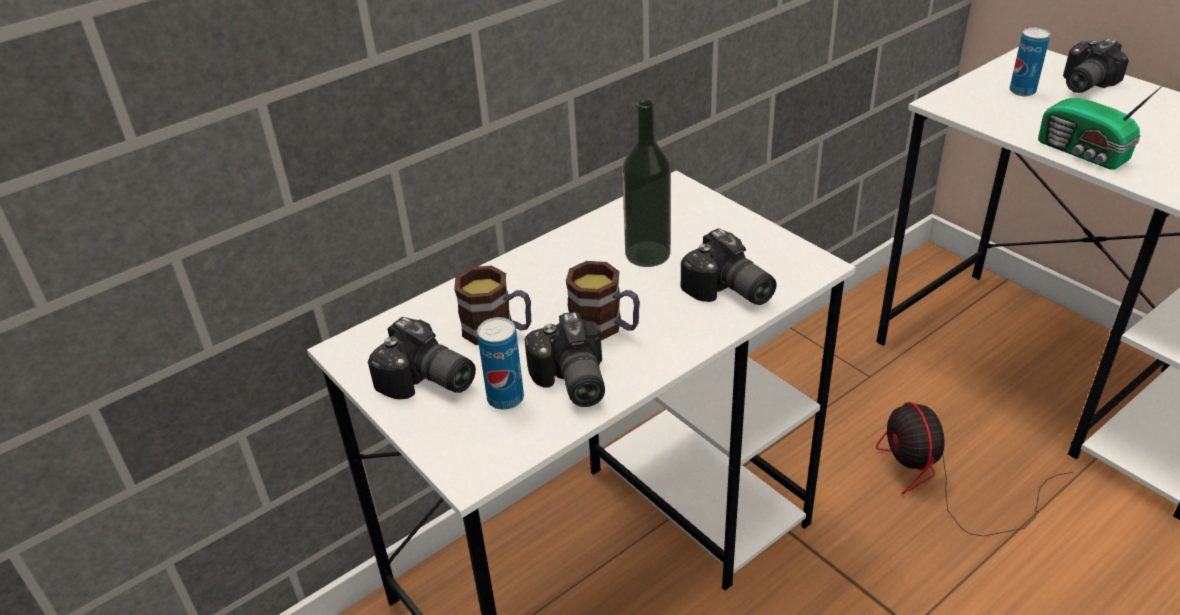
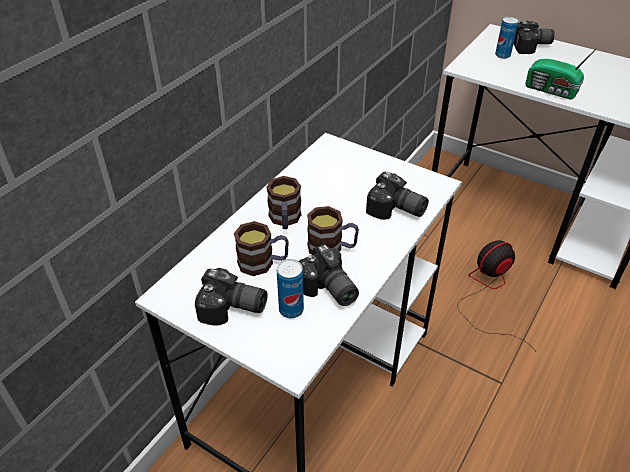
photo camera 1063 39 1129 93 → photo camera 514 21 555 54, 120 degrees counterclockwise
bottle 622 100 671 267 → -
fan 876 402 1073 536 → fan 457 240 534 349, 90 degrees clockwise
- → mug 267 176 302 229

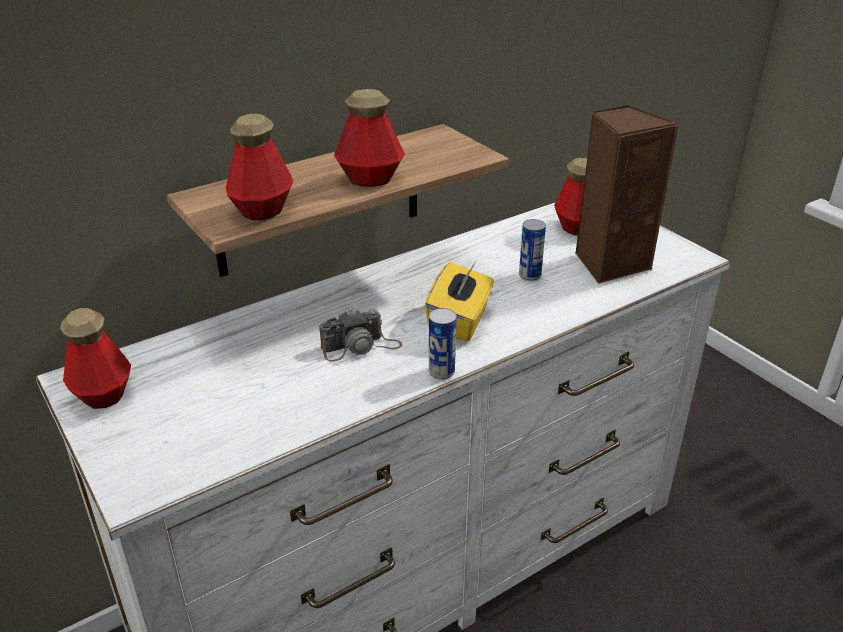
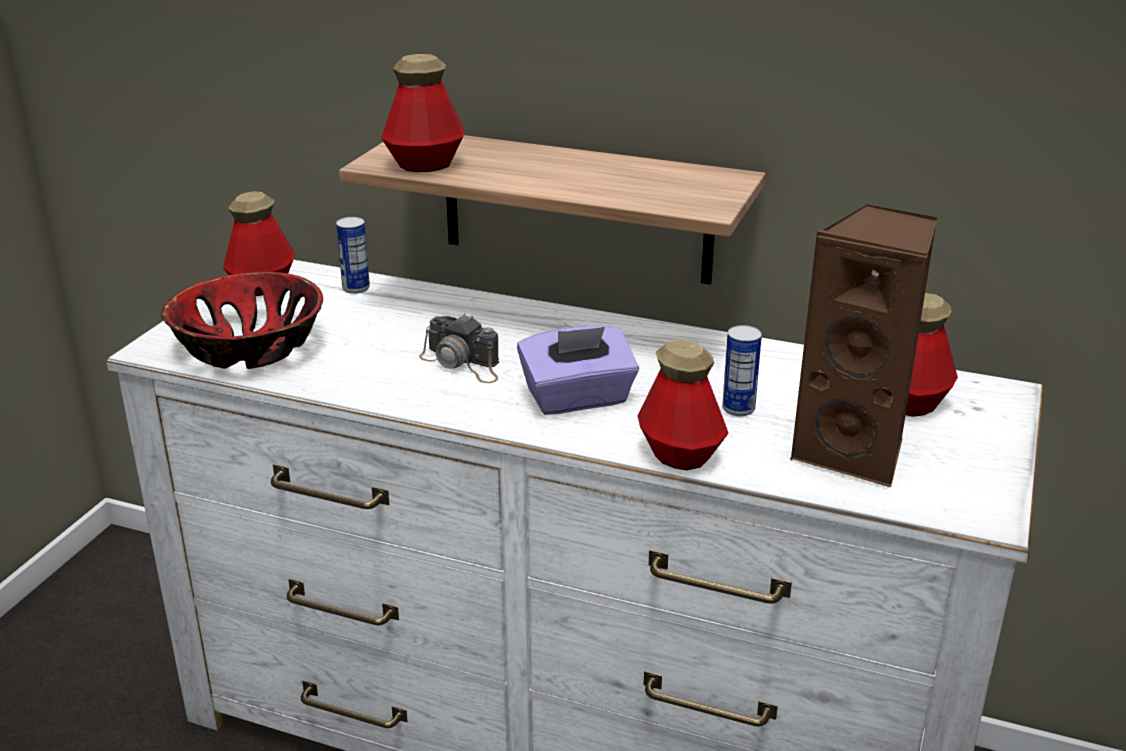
bottle 334 89 405 187 → bottle 637 339 729 470, move
yellow tissue box 425 262 494 341 → purple tissue box 517 325 639 415
can 429 308 456 380 → can 336 217 370 294, move
- → bowl 161 272 323 369

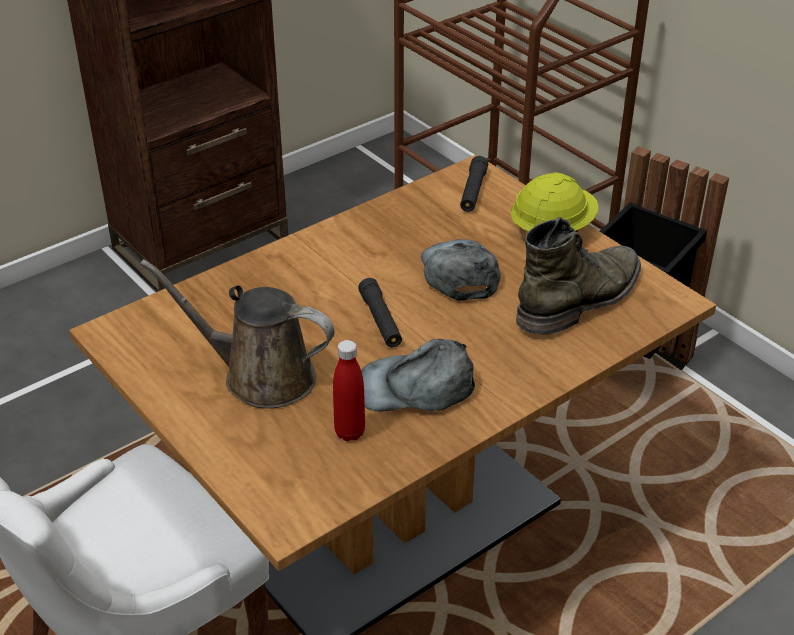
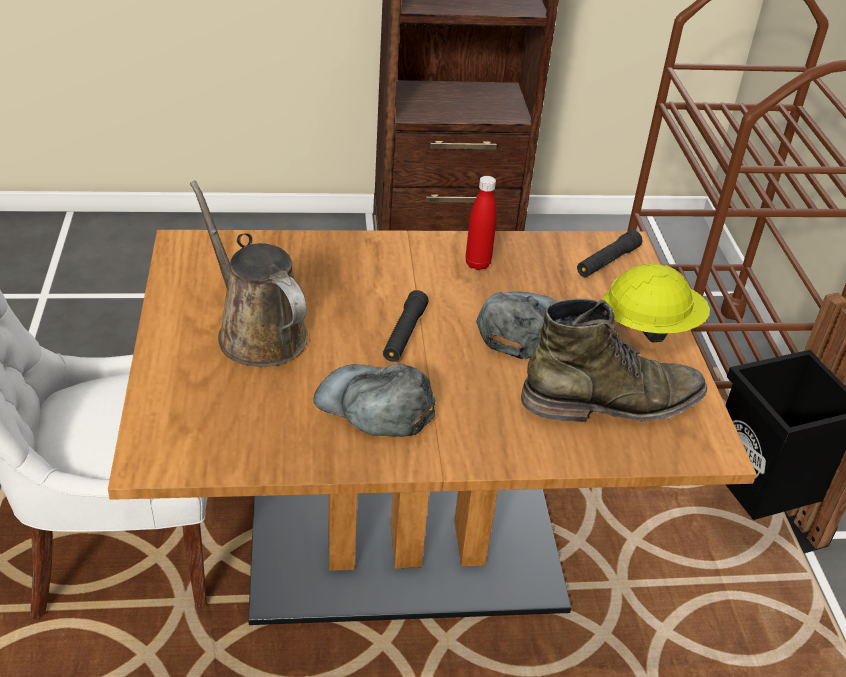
red bottle 333 340 365 441 → red bottle 466 176 497 270, move

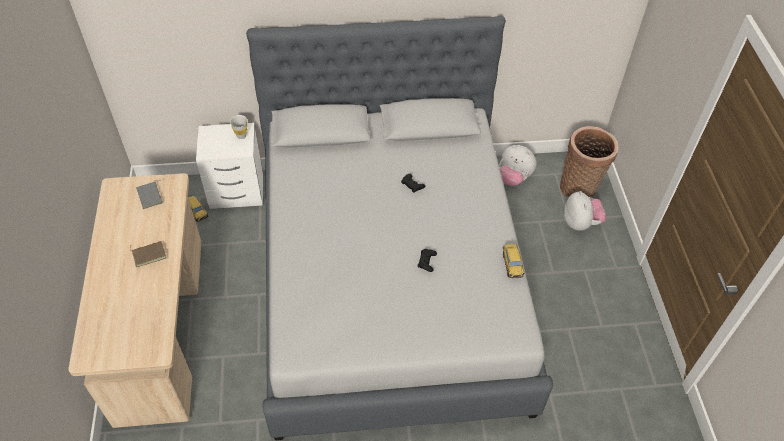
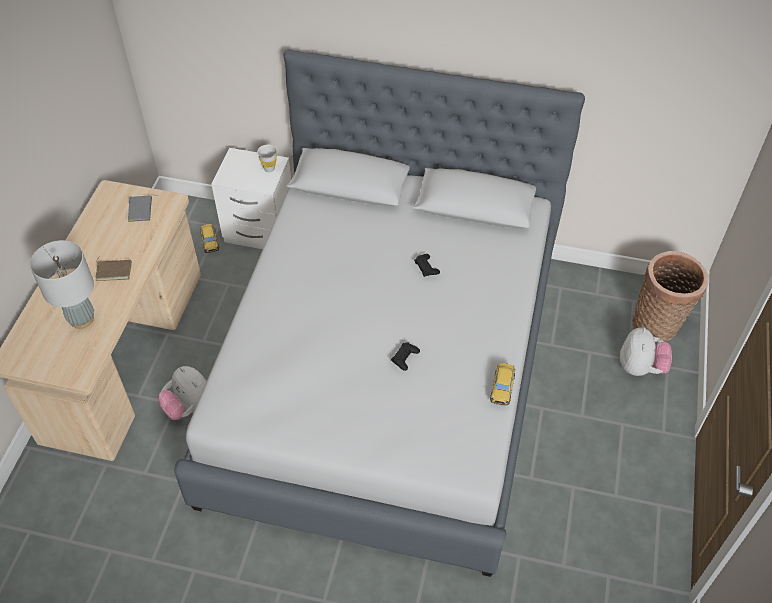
plush toy 499 145 537 186 → plush toy 158 366 207 420, move
- → grey table lamp 30 240 94 329

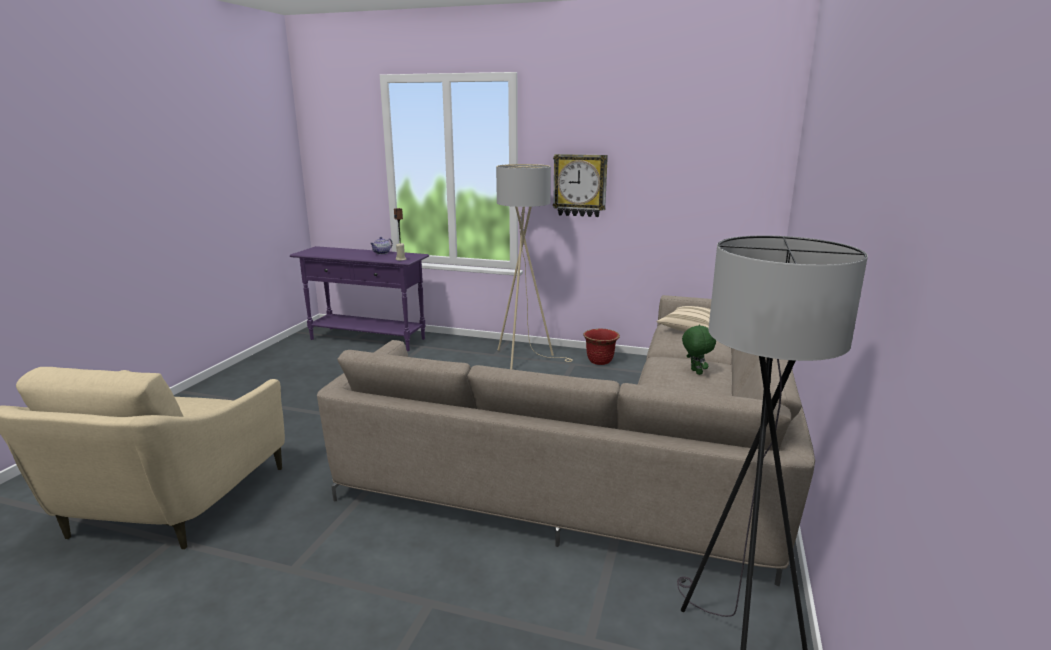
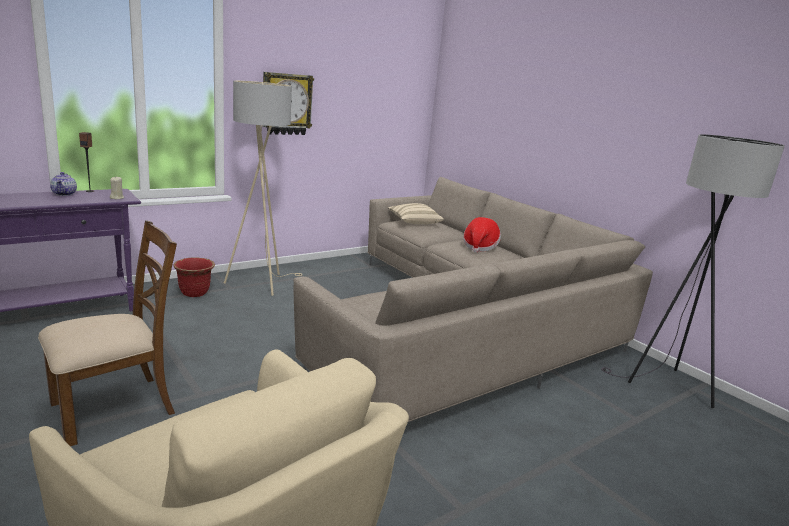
green plush toy 682 324 716 375 → hat 463 217 501 252
red planter 583 328 620 365 → red planter 173 257 215 297, move
- → brown chair 38 220 177 446

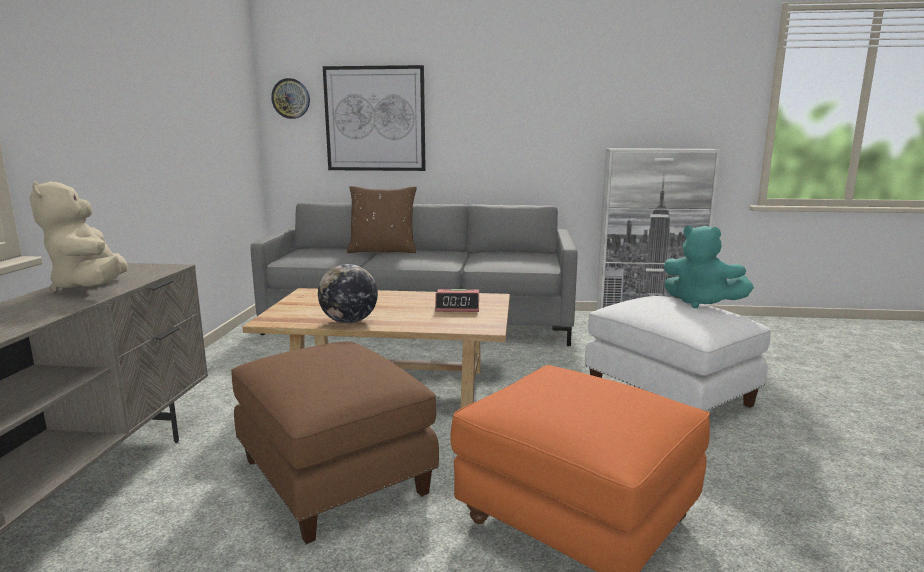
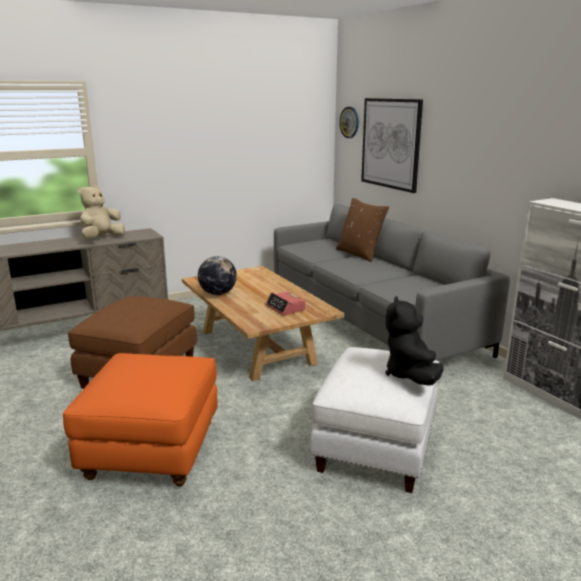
turquoise plush toy 664 226 754 308 → black plush toy 385 296 443 385

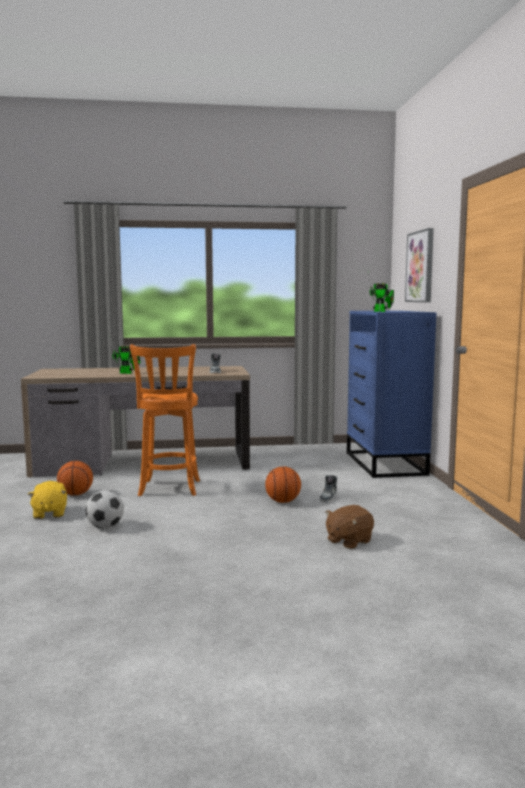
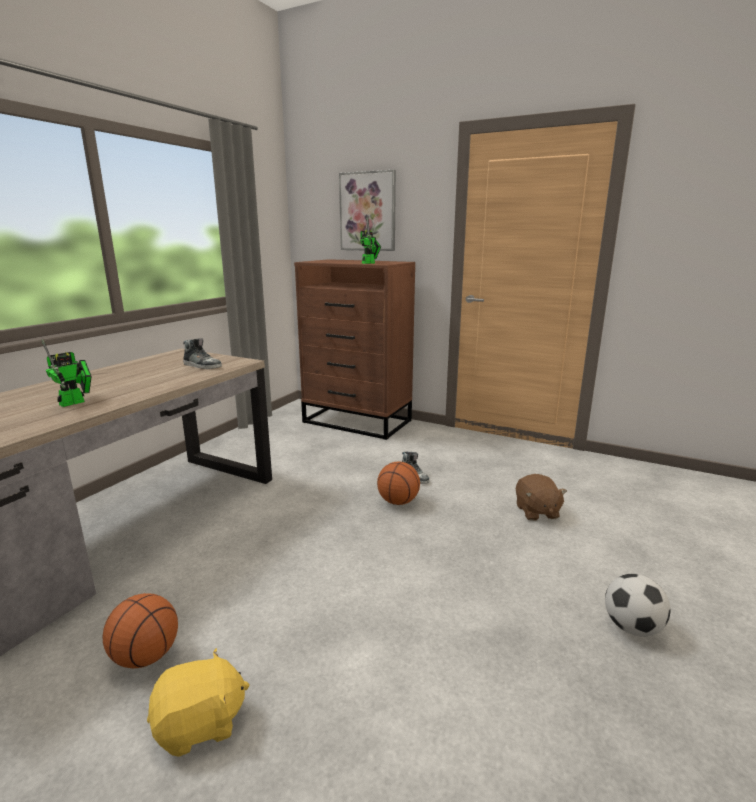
blue dresser 347 311 436 478 → brown dresser 294 259 415 440
orange stool 130 344 200 496 → -
yellow plush toy 28 481 67 519 → yellow plush toy 147 648 250 757, 45 degrees counterclockwise
football 85 491 124 528 → football 605 574 670 636, move

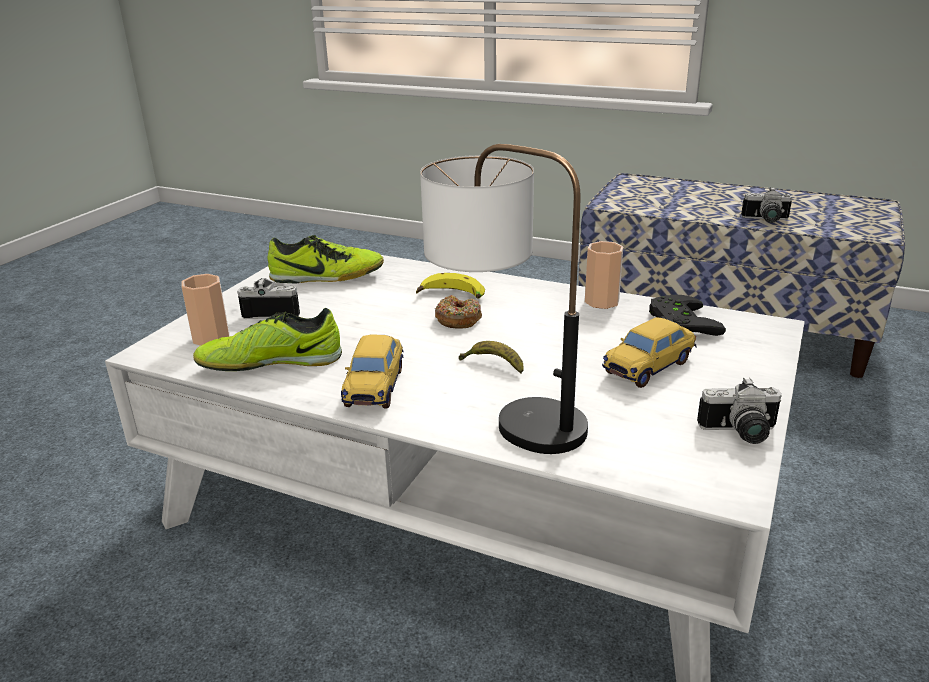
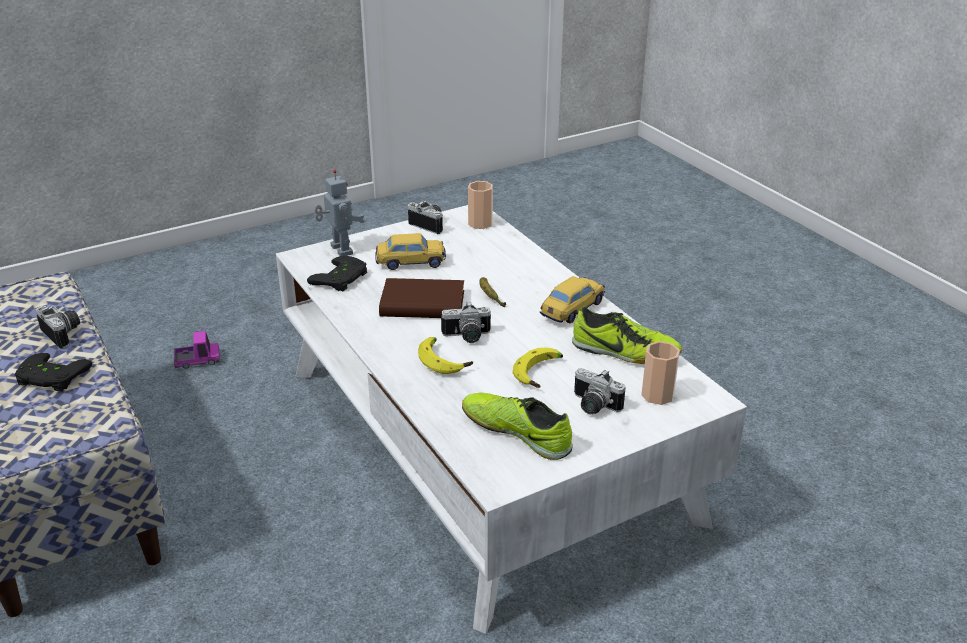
table lamp 420 144 588 454 → -
cup 585 241 623 309 → cup 468 181 493 229, move
donut 435 295 482 329 → photo camera 441 302 491 343
- → toy robot 315 170 365 256
- → brown book 379 278 464 318
- → toy truck 174 331 220 369
- → banana 513 348 563 388
- → black game controller 15 353 92 392

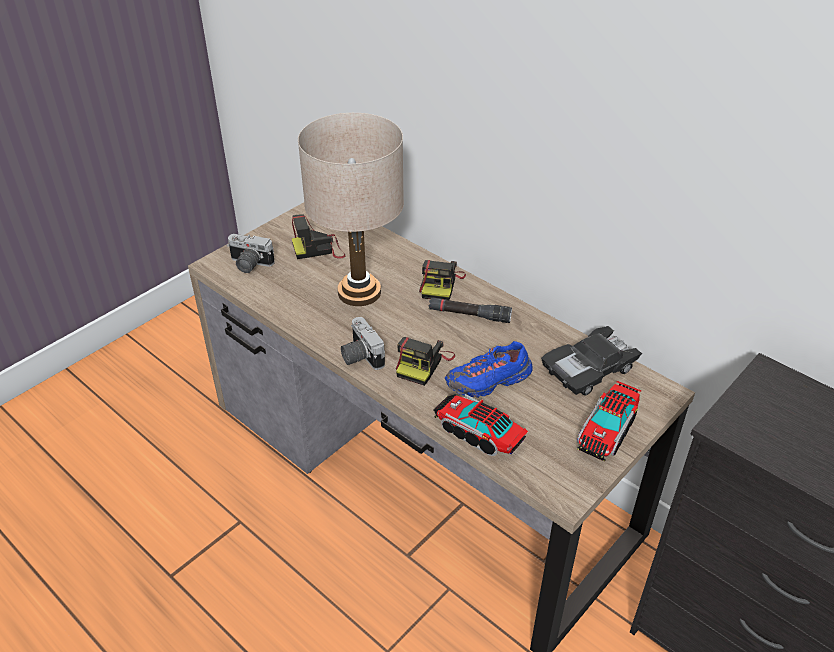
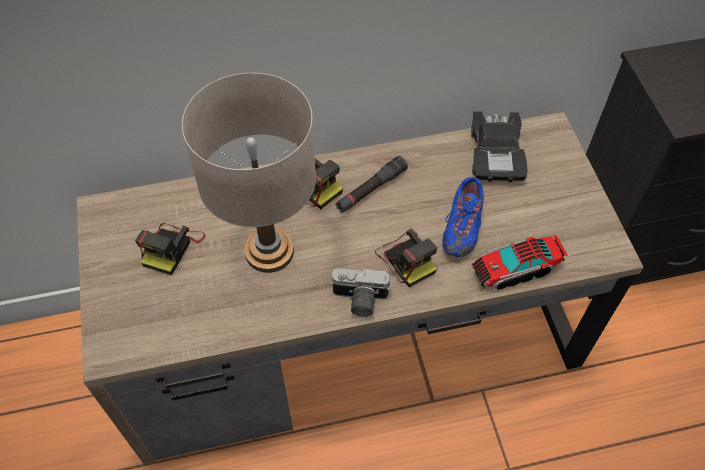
photo camera 227 234 275 273 → -
toy truck 577 381 642 462 → -

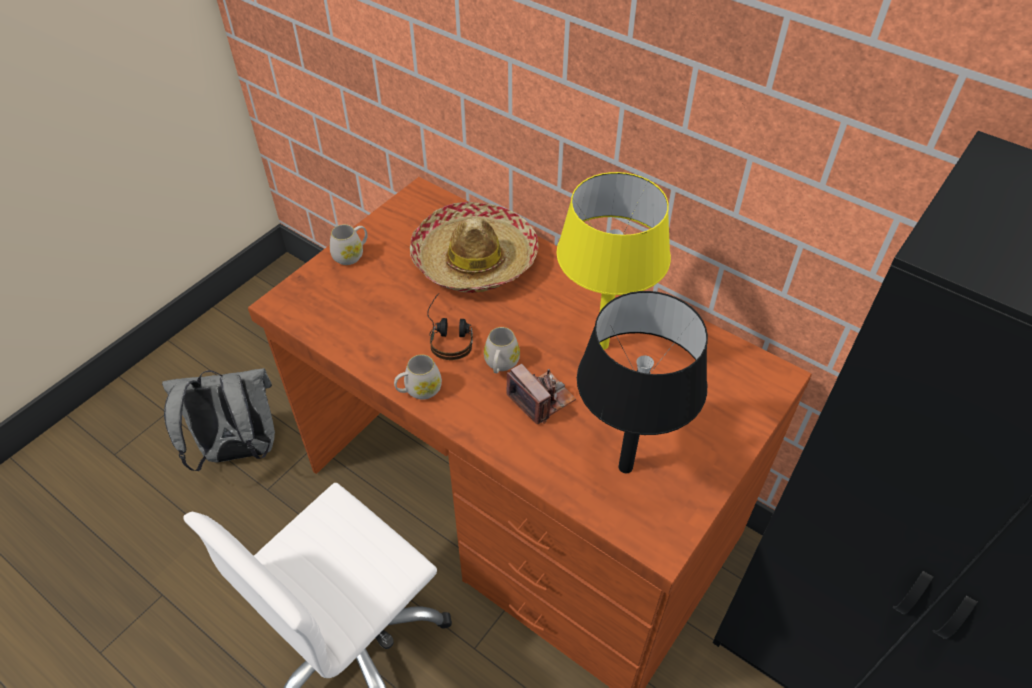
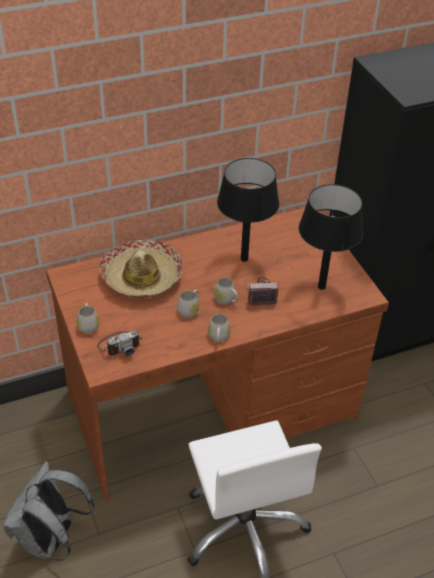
yellow table lamp 556 172 671 350 → black table lamp 217 158 279 262
headphones 427 293 473 360 → white mug 177 289 199 318
- → photo camera 97 331 142 356

